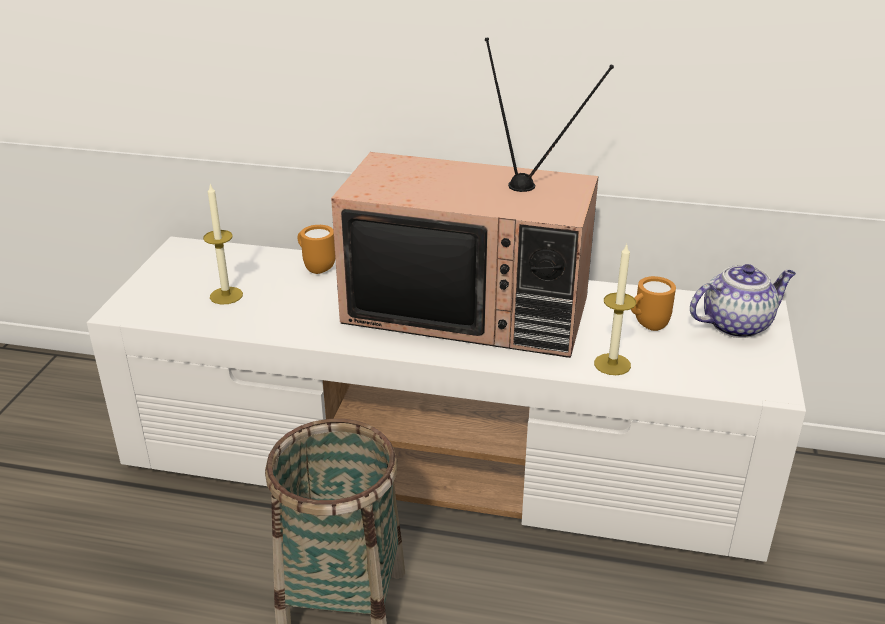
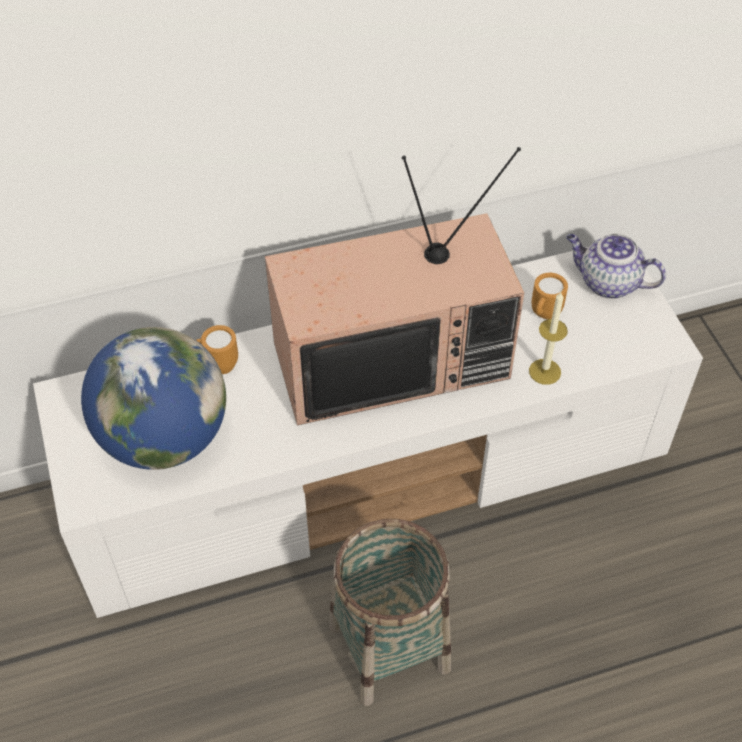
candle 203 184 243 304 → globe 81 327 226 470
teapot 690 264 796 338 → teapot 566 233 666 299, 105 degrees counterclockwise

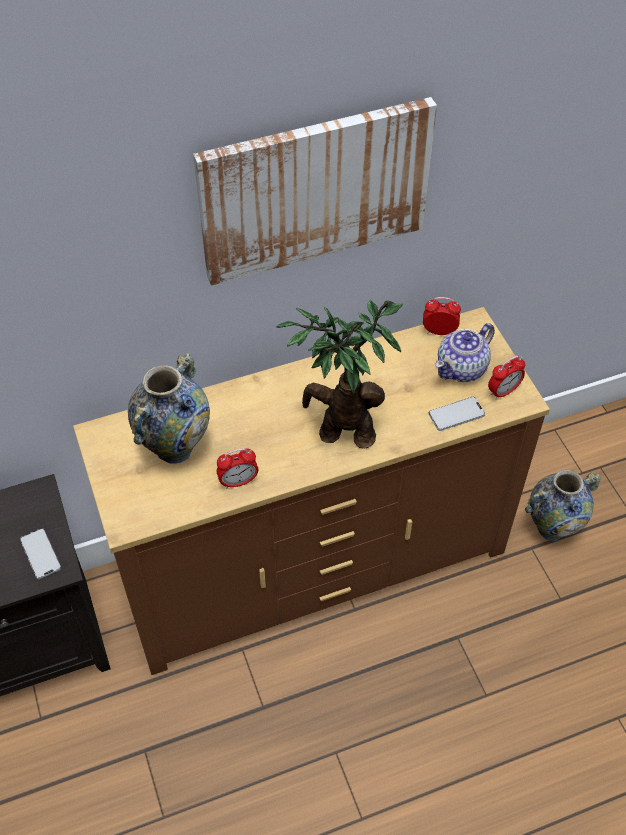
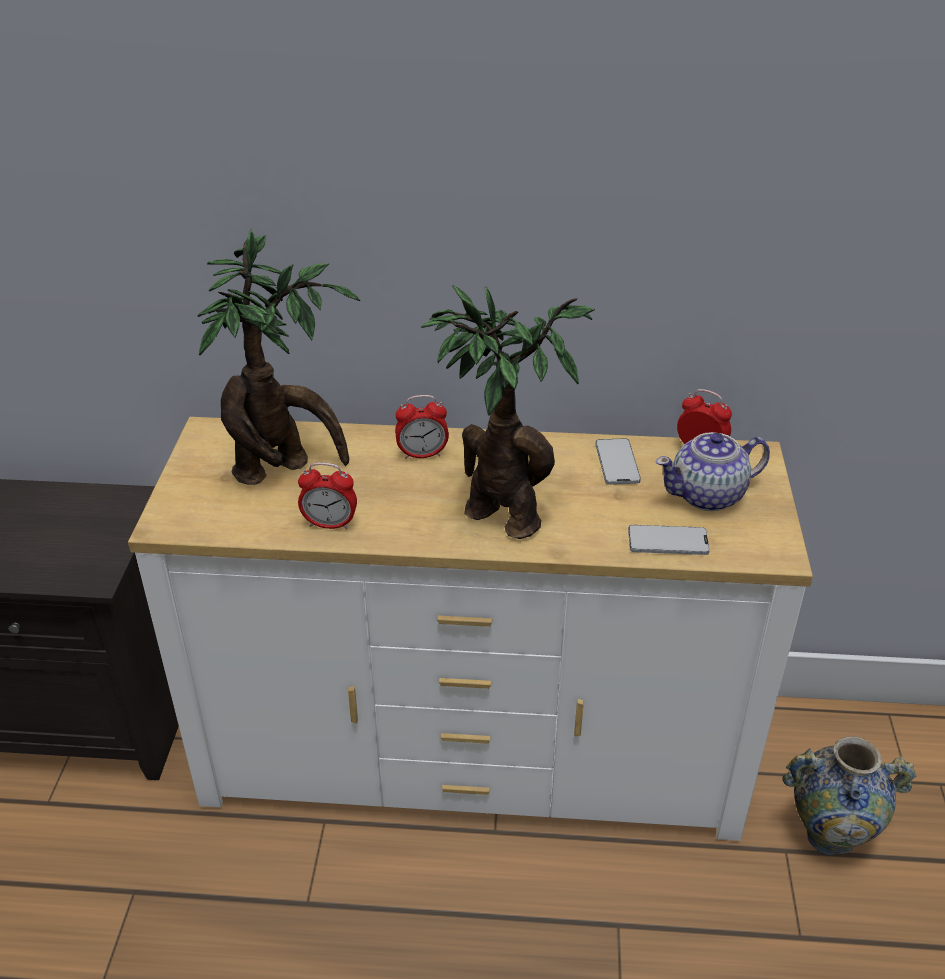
picture 193 97 437 286 → -
brown dresser 73 307 550 675 → white dresser 128 417 813 841
vase 128 353 210 464 → potted plant 198 229 360 485
alarm clock 488 356 525 400 → alarm clock 395 395 449 459, move
phone 20 528 61 579 → phone 595 438 641 485, move

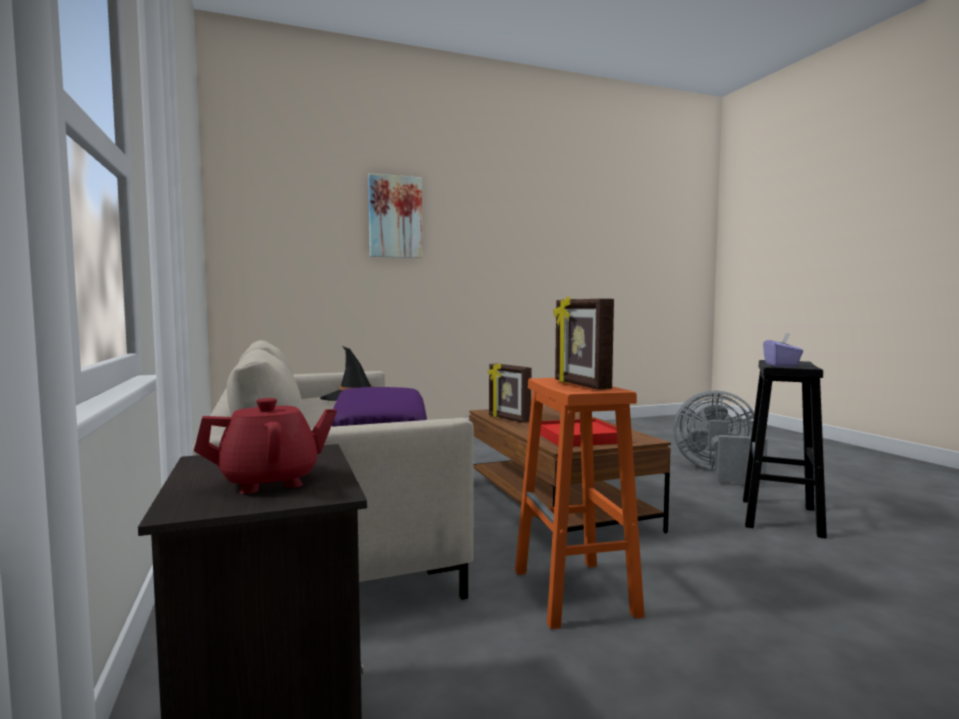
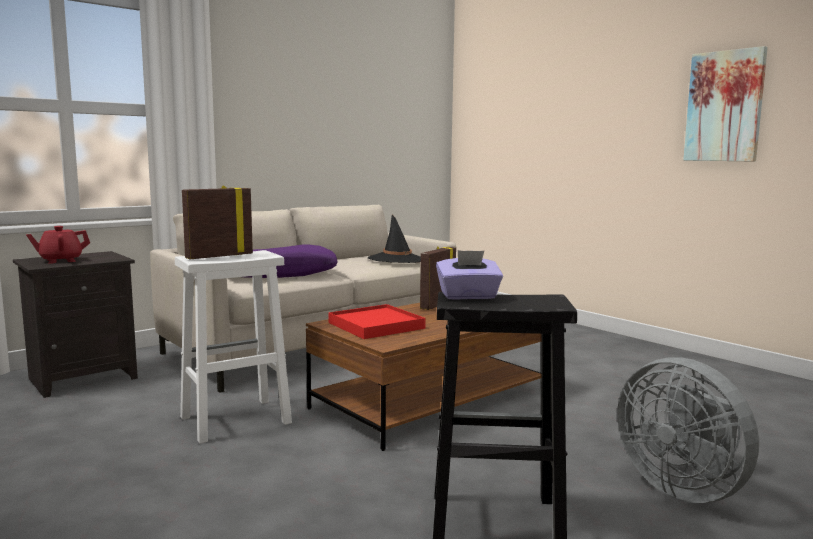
picture 368 173 422 258 → picture 683 46 768 162, move
orange stool 515 378 645 629 → white stool 175 250 292 444
grey fan 673 390 768 485 → grey fan 617 357 759 503, 150 degrees clockwise
red teapot 194 398 337 494 → red teapot 26 226 90 264, 105 degrees clockwise

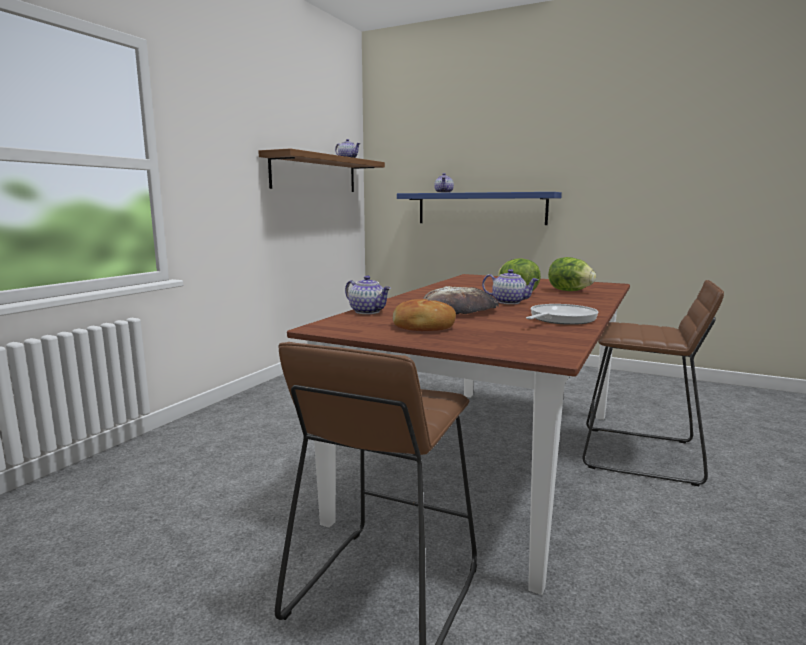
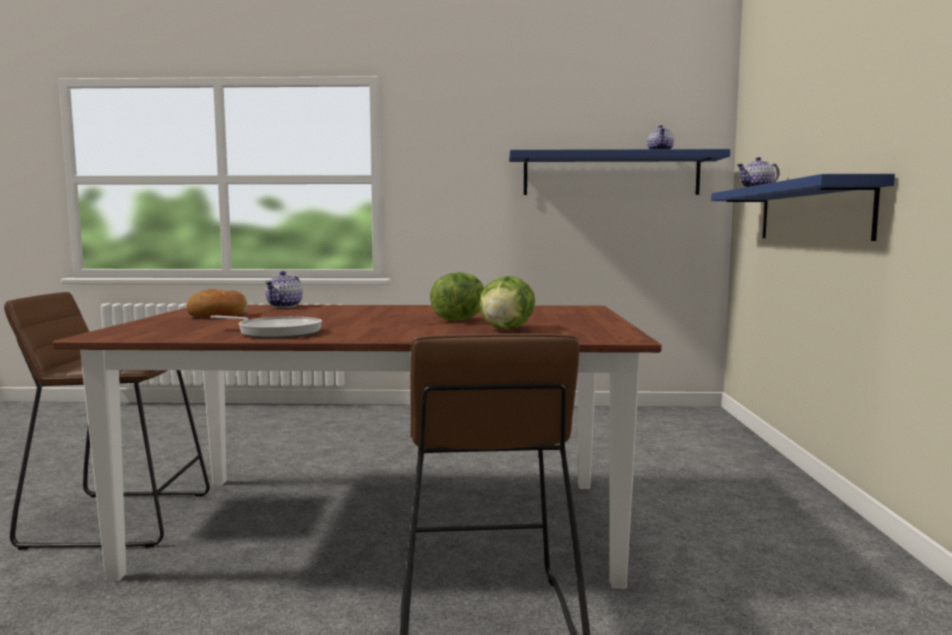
brown shelf 258 149 385 192 → blue shelf 509 149 730 195
teapot 482 269 539 304 → -
bread 423 286 499 315 → -

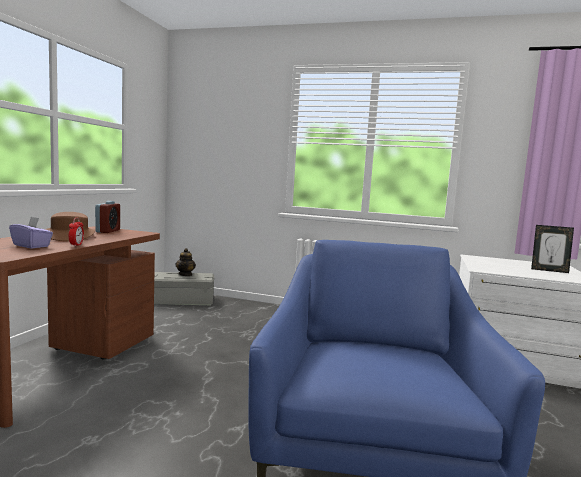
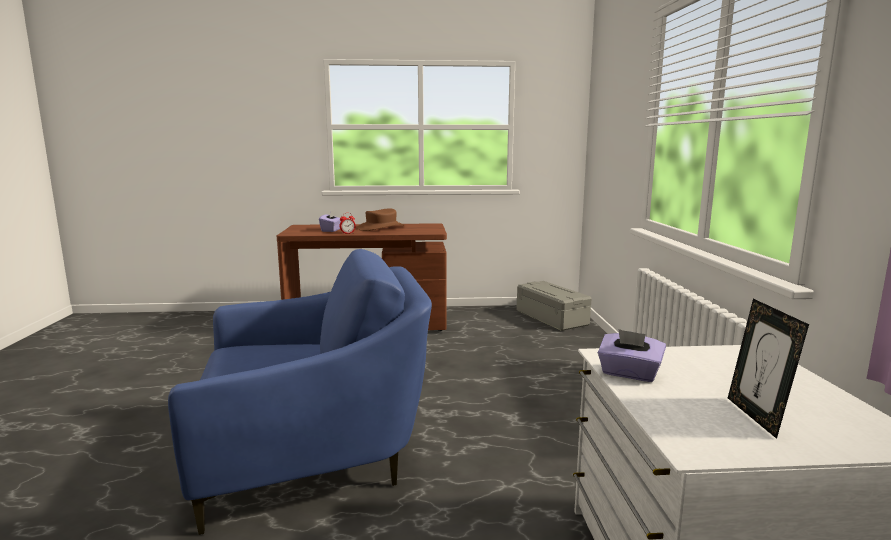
alarm clock 95 201 120 233 → -
teapot 175 248 196 276 → -
- → purple tissue box 598 329 666 382

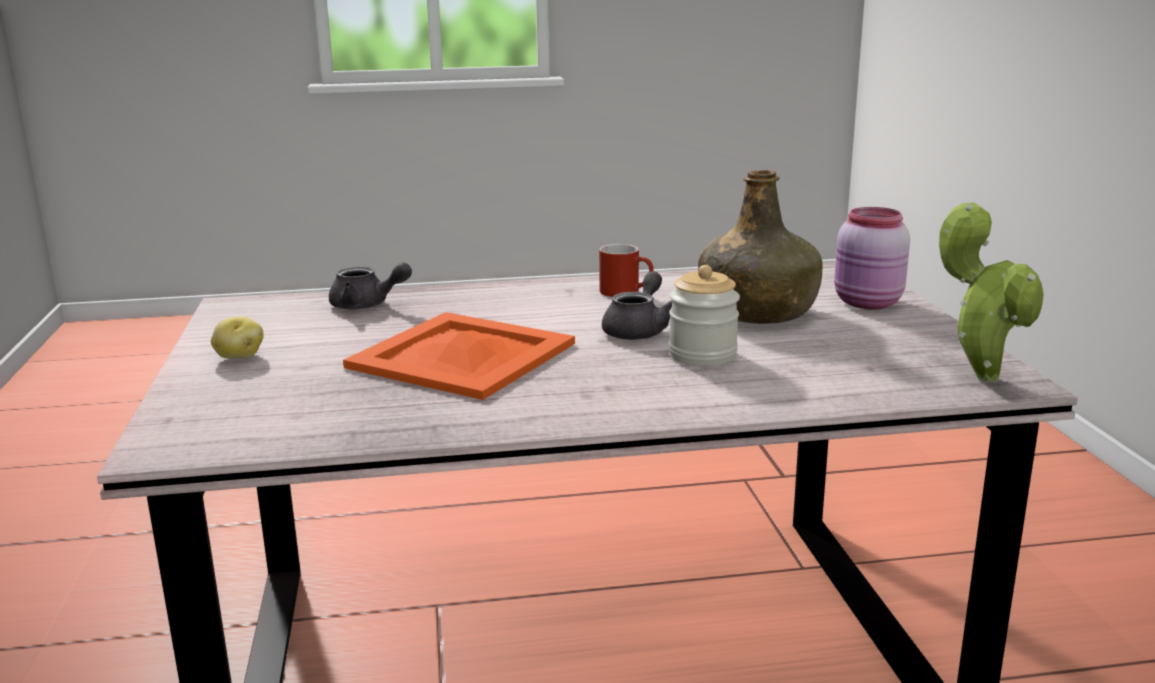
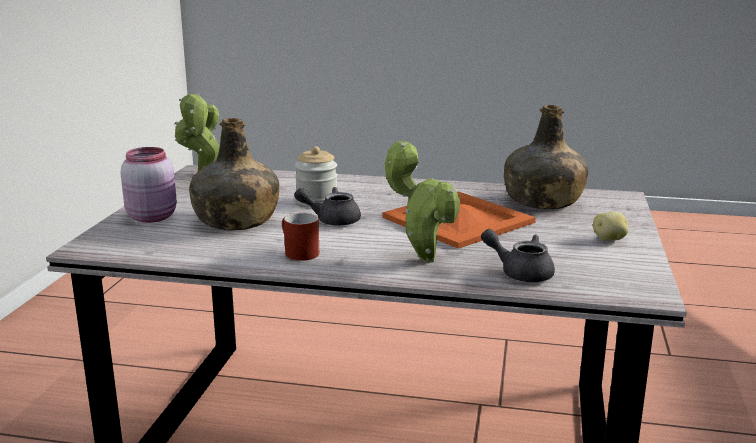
grey teapot 602 271 672 340 → grey teapot 294 187 361 226, 45 degrees clockwise
- → green bottle 504 105 588 209
- → potted plant 385 141 460 263

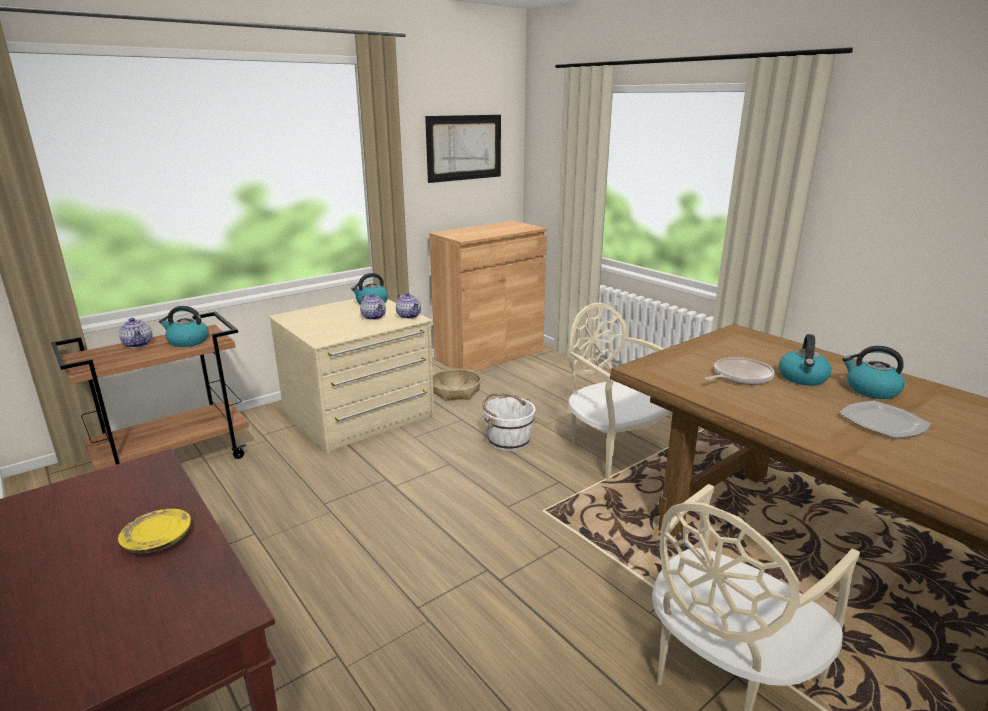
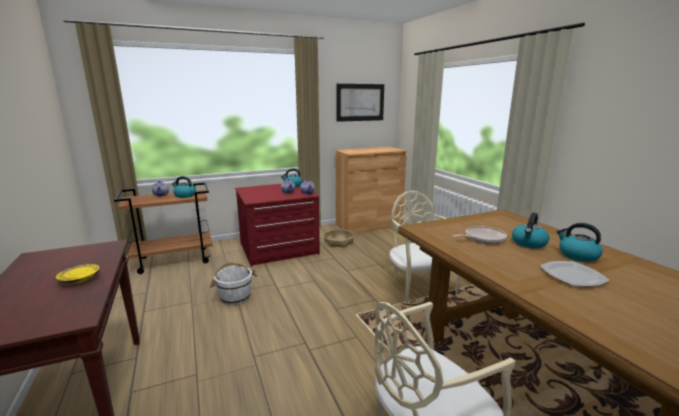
beige dresser 268 298 434 454 → red dresser 235 184 320 267
white bucket 483 393 536 451 → white bucket 210 263 257 305, move

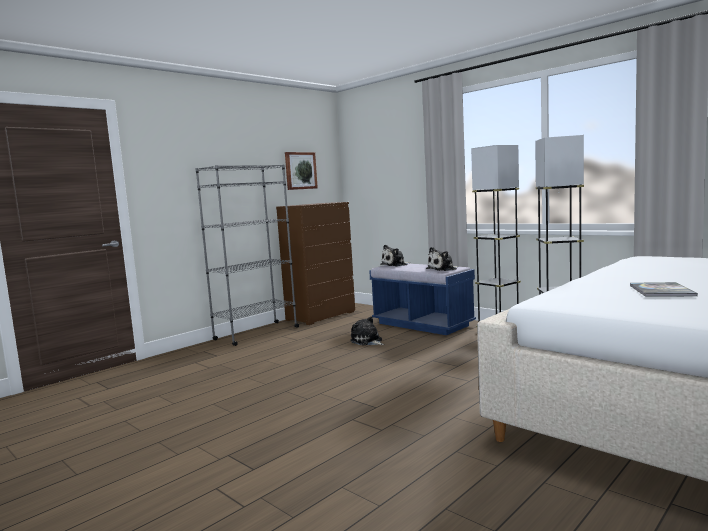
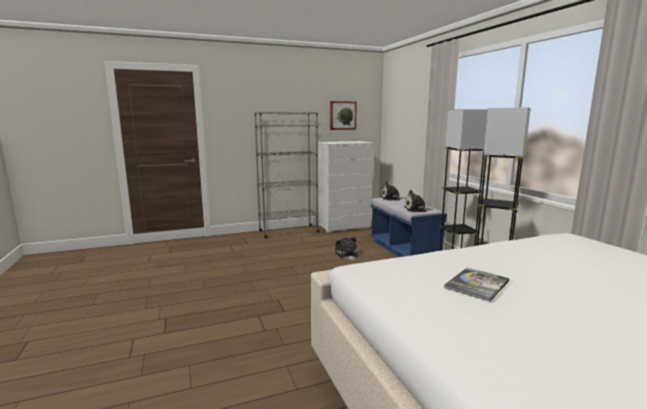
brown dresser 276 202 355 325 → white dresser 318 141 374 232

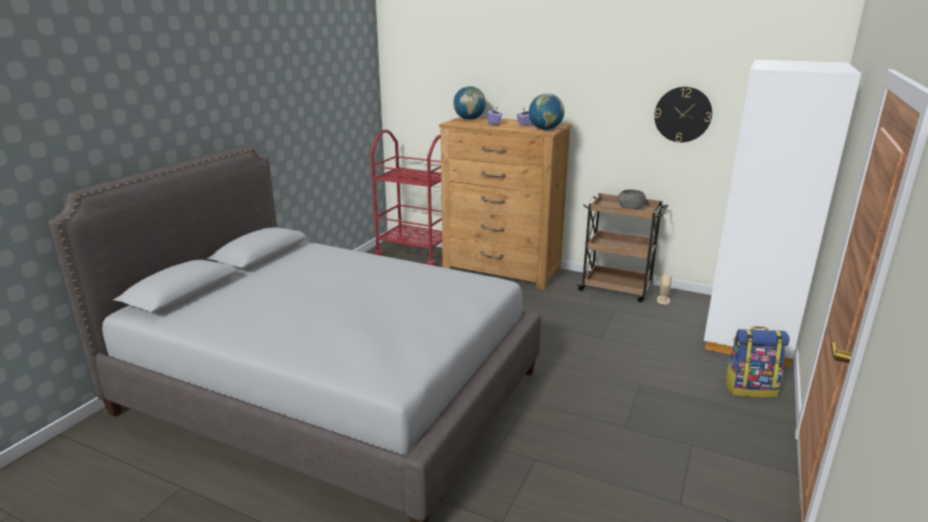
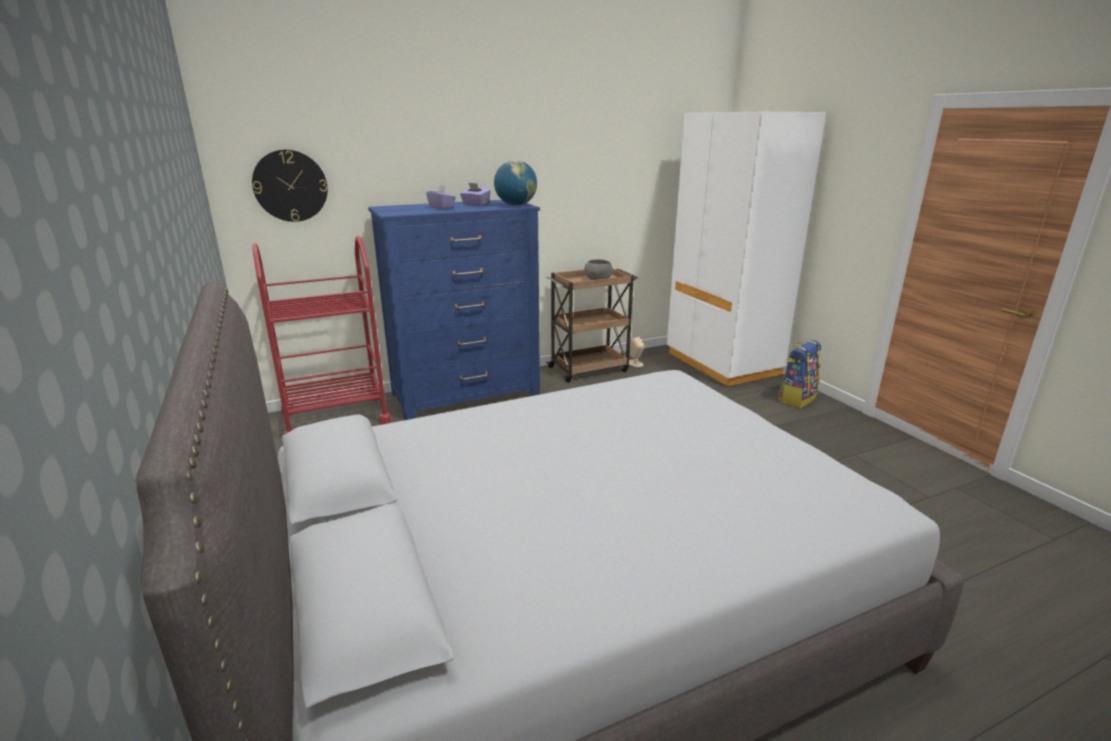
globe 453 86 486 120 → -
wall clock 654 87 712 142 → wall clock 252 150 328 222, move
brown dresser 439 117 572 290 → blue dresser 368 200 540 420

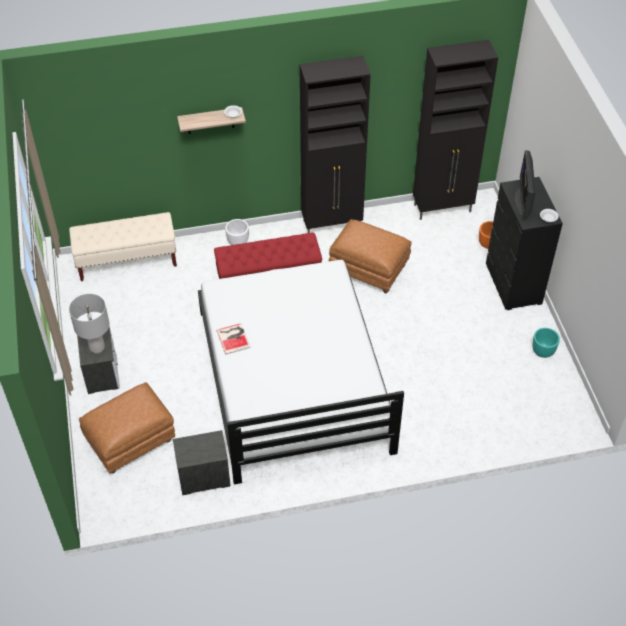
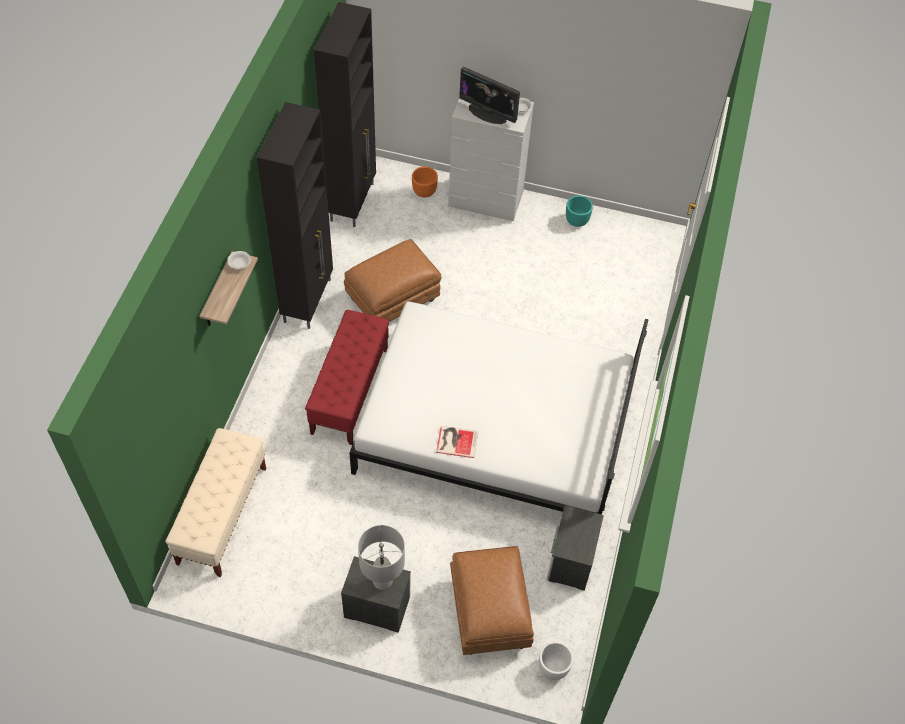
black dresser 486 177 563 310 → white dresser 448 98 534 221
white planter 225 219 249 245 → white planter 539 642 573 680, move

